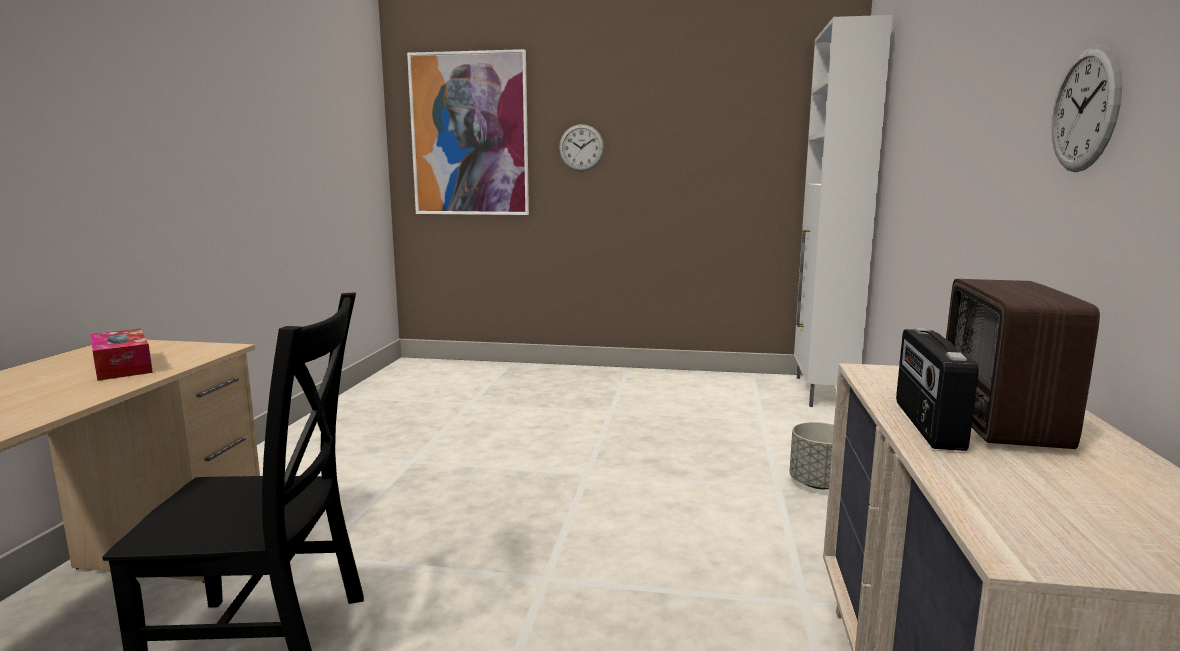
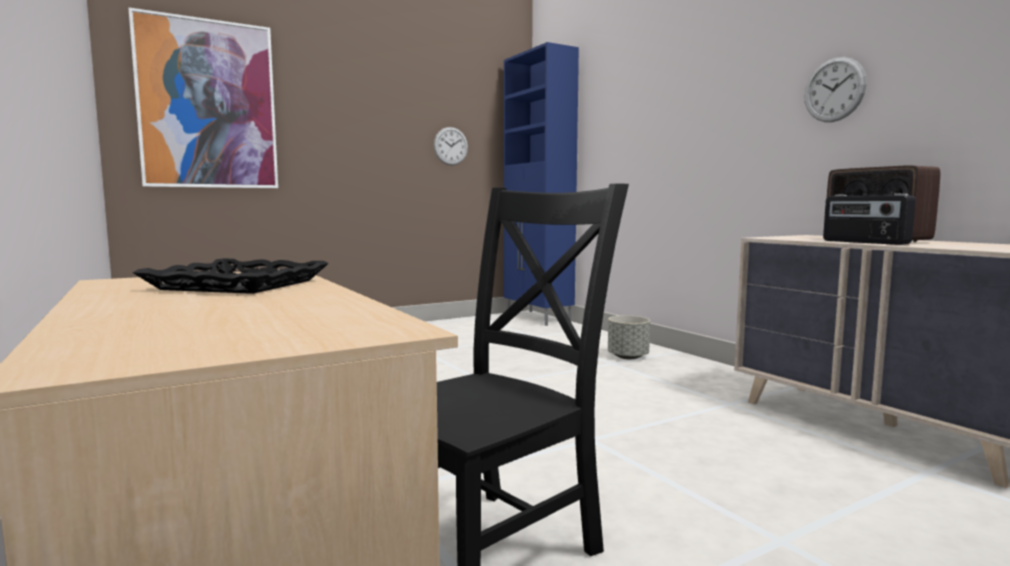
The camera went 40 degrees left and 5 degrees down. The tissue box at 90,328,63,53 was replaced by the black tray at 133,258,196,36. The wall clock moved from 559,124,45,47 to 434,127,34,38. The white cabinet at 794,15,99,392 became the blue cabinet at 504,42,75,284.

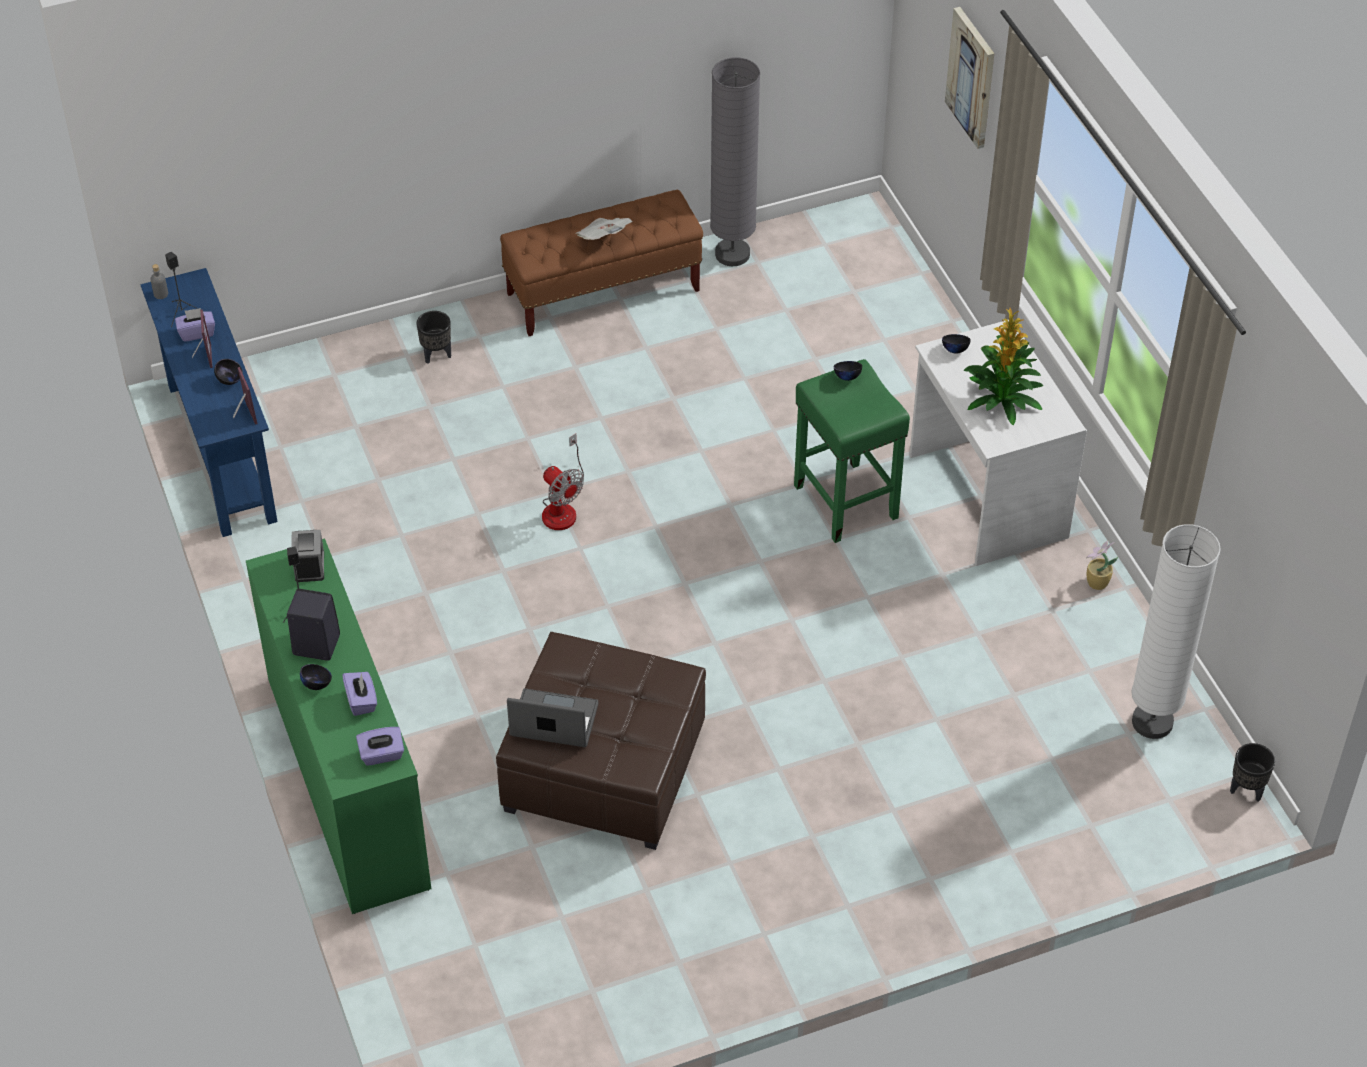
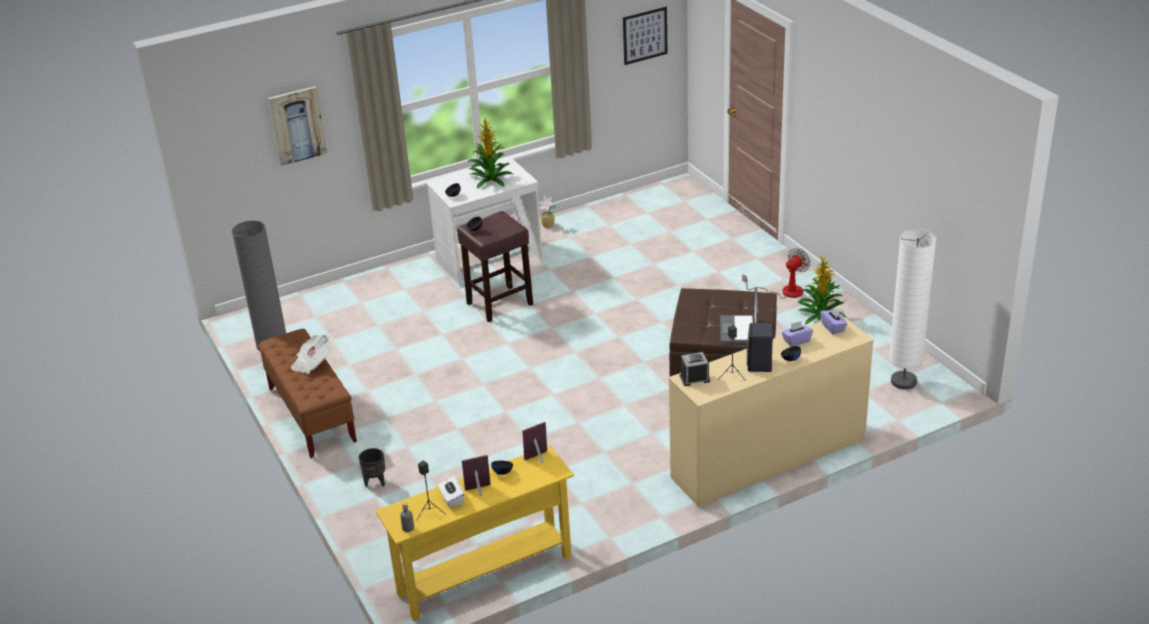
The camera went 95 degrees left and 15 degrees down. The blue console table at 141,268,137,269 became the yellow console table at 375,445,199,176. The purple tissue box at 175,308,40,34 became the white tissue box at 438,476,27,32. The green dresser at 246,539,185,375 became the beige dresser at 668,314,206,193. The fan moved from 542,434,42,96 to 742,248,68,51. The green stool at 794,359,116,184 became the brown stool at 457,211,76,111. The white floor lamp moved from 1131,524,90,215 to 889,229,47,161. The black planter at 1230,743,45,59 disappeared. The picture at 623,7,45,58 appeared. The potted plant at 797,255,49,70 appeared.

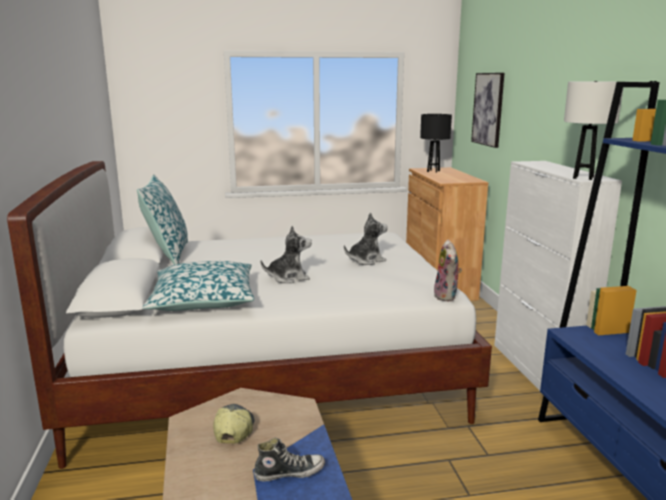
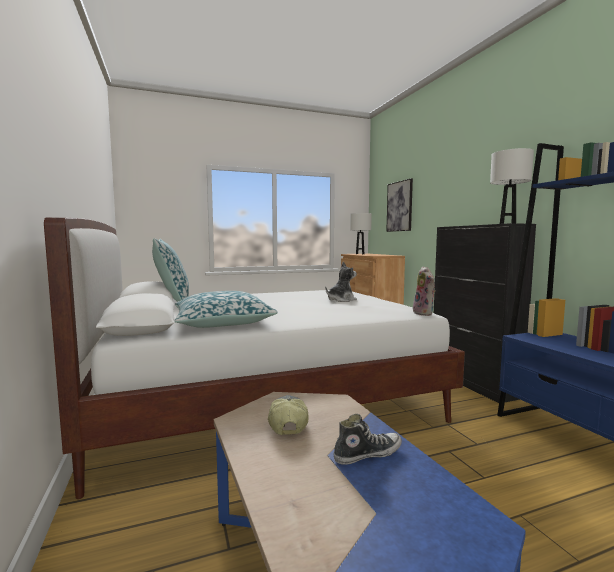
The camera went 10 degrees left and 10 degrees down. The plush toy at 261,226,51,57 disappeared. The black table lamp at 420,114,32,59 became the white table lamp at 350,213,22,41. The white cabinet at 494,161,128,230 became the black cabinet at 434,223,102,180.

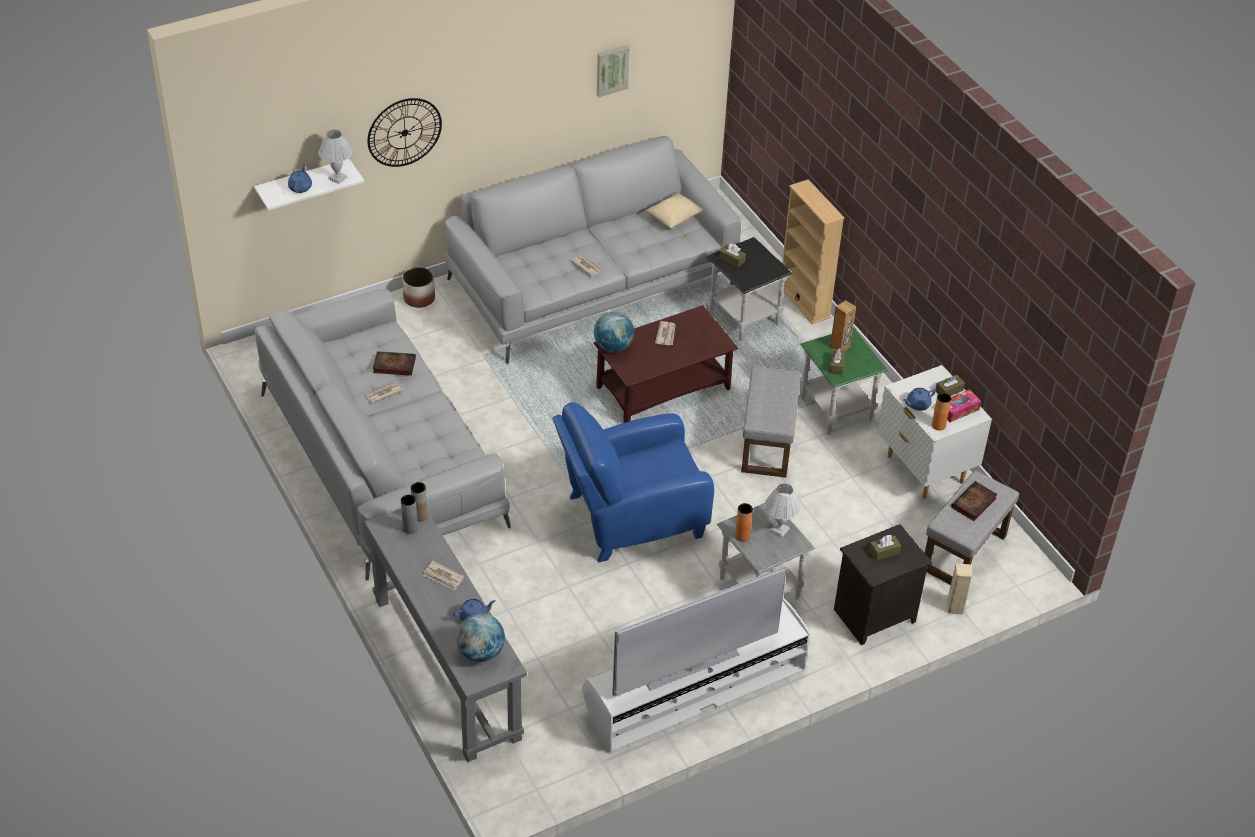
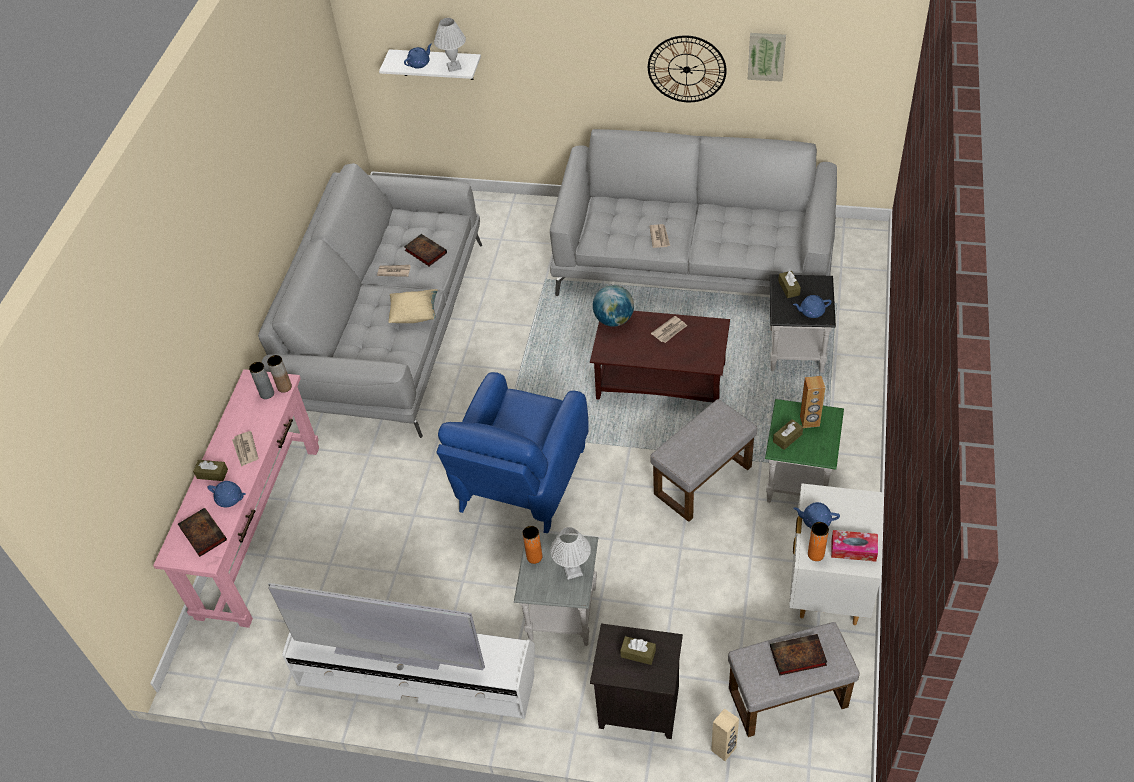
The camera went 45 degrees right and 5 degrees up. The grey console table at 364,509,163,253 became the pink console table at 153,369,166,259. The wall clock moved from 367,98,75,69 to 648,35,79,67. The planter at 403,267,32,41 disappeared. The globe at 456,613,49,49 was replaced by the book at 178,508,49,49. The blue armchair at 552,402,162,161 turned 90 degrees counterclockwise. The beige pillow moved from 645,192,58,36 to 388,289,50,34. The beige bookcase at 778,179,67,145 disappeared. The brown tissue box moved from 935,375,30,21 to 193,460,35,21. The blue teapot at 793,295,39,23 appeared.

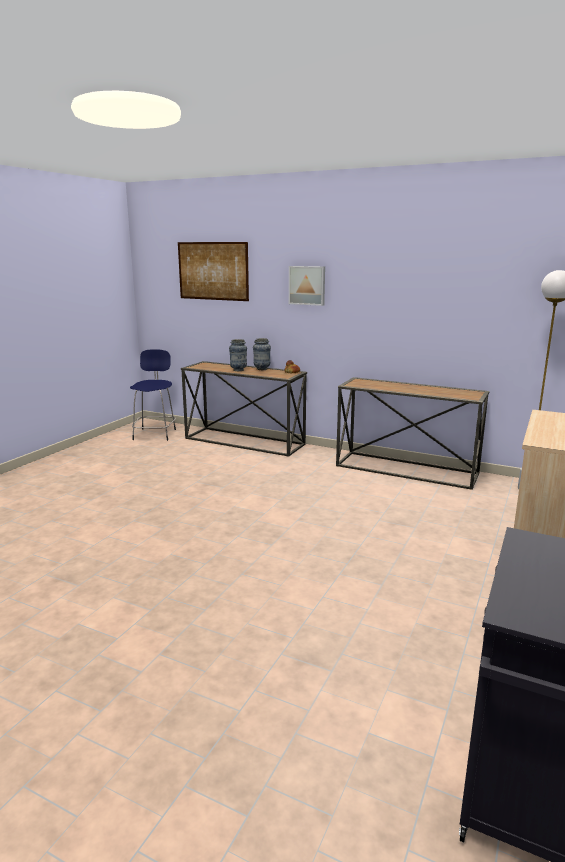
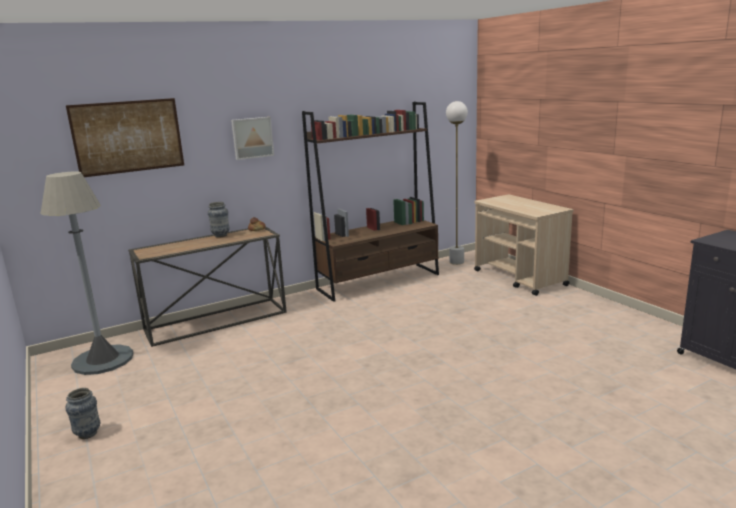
The camera went 55 degrees left and 0 degrees up. The blue stool at 130,349,46,92 was replaced by the grey floor lamp at 41,171,92,204. The vase moved from 229,339,18,32 to 65,388,35,51. The console table at 336,377,153,113 was replaced by the brown bookcase at 302,102,137,200.

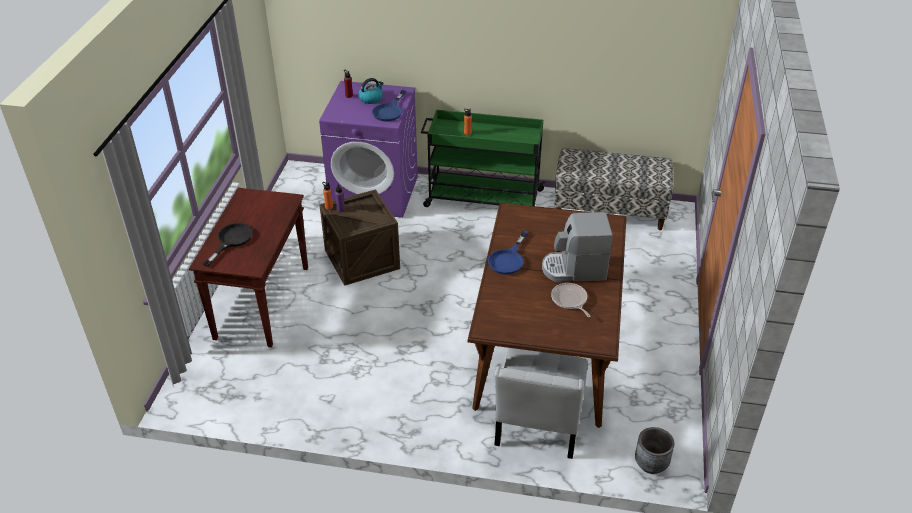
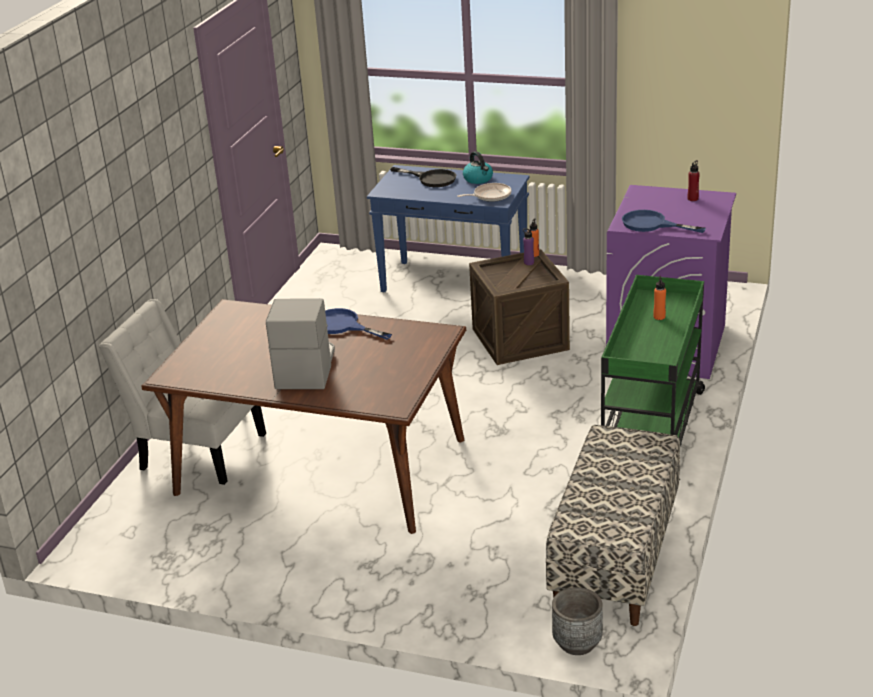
The camera went 100 degrees right and 10 degrees down. The brown console table at 189,188,119,160 became the blue console table at 367,165,163,128. The kettle moved from 358,78,26,26 to 463,151,30,33. The frying pan moved from 551,283,40,34 to 457,183,55,19. The grey planter moved from 635,427,39,47 to 552,587,51,68.

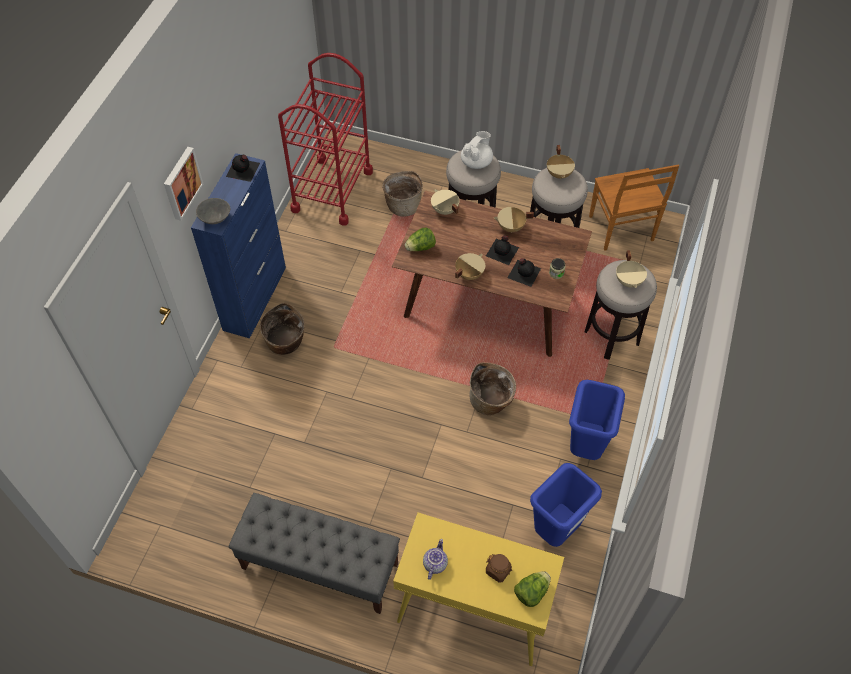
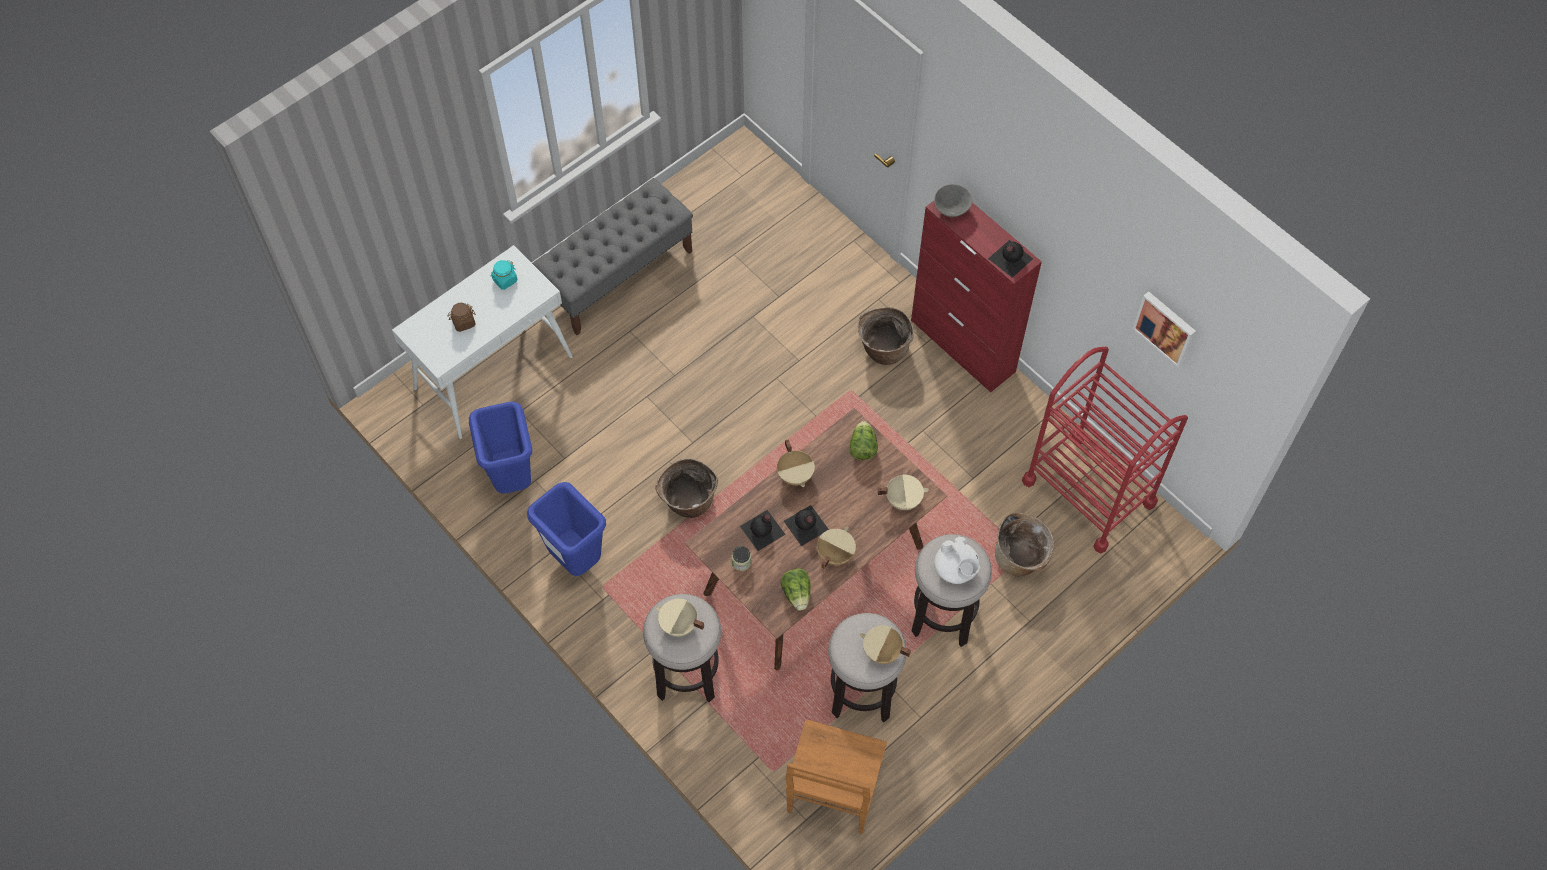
The camera went 120 degrees right and 5 degrees up. The picture moved from 164,147,39,74 to 1132,291,64,76. The blue cabinet at 191,153,95,185 became the red cabinet at 911,201,131,191. The yellow console table at 393,513,171,153 became the white console table at 392,245,181,194. The teapot at 423,539,25,41 was replaced by the turquoise jar at 491,260,26,30. The lettuce moved from 514,571,37,36 to 781,569,30,42. The brown chair at 589,165,90,86 turned 90 degrees counterclockwise.

